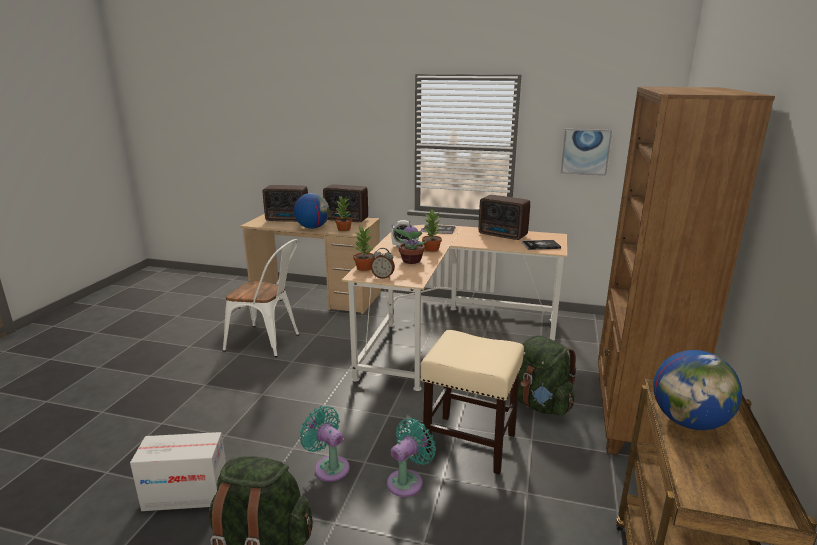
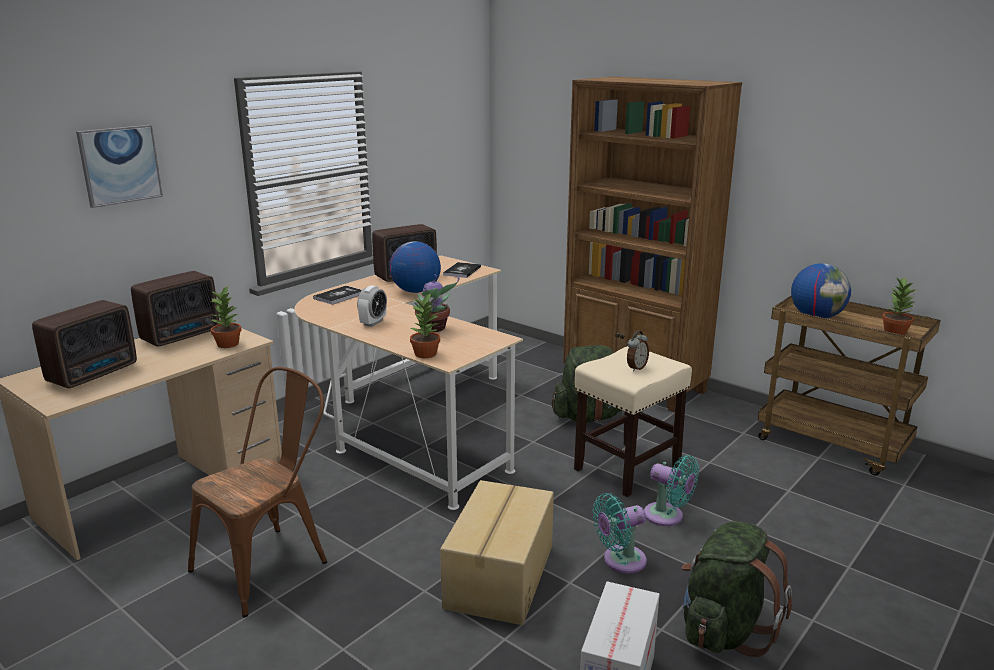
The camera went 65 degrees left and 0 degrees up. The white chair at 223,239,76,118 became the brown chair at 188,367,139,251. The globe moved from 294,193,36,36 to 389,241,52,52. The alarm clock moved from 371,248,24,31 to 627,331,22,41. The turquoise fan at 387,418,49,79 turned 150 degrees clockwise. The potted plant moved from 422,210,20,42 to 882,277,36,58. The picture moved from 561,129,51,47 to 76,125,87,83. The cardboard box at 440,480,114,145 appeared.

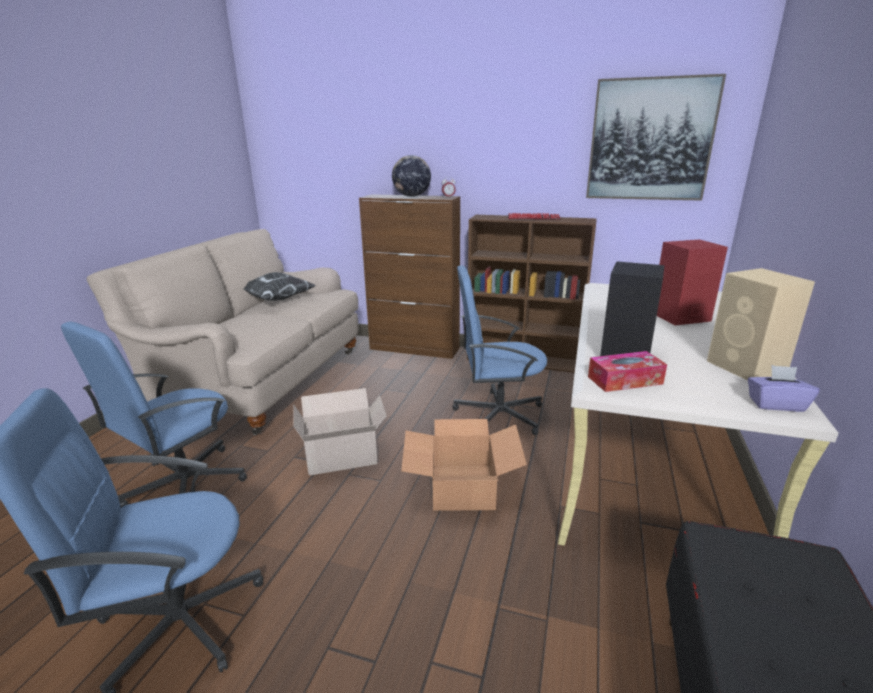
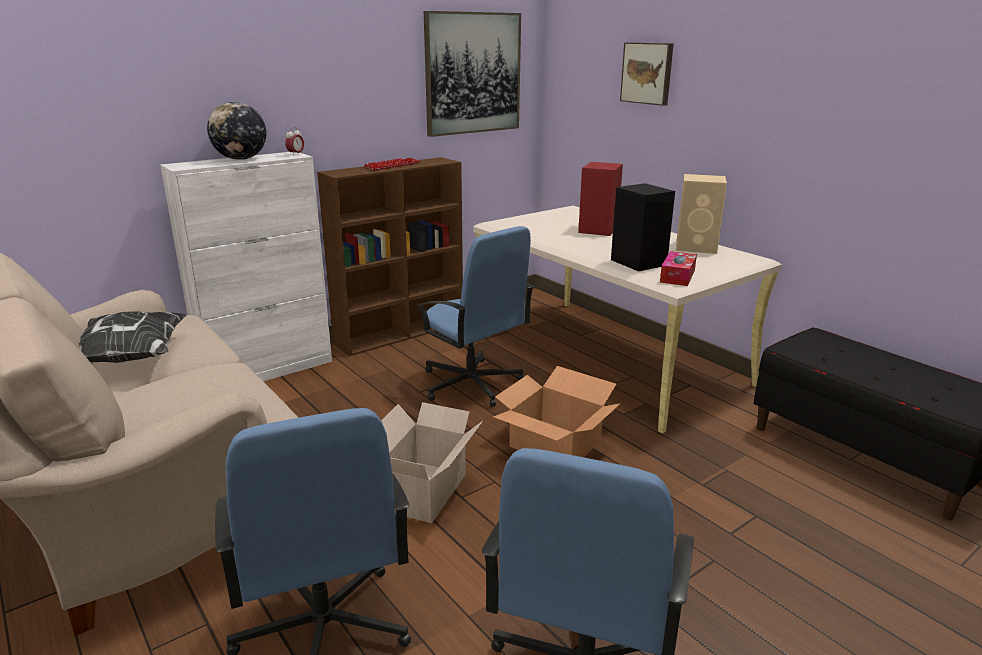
The camera went 55 degrees left and 0 degrees up. The brown cabinet at 359,194,101,165 became the white cabinet at 160,152,172,229. The blue office chair at 452,265,95,170 turned 75 degrees counterclockwise. The purple tissue box at 748,365,72,47 disappeared. The picture at 620,42,54,64 appeared.

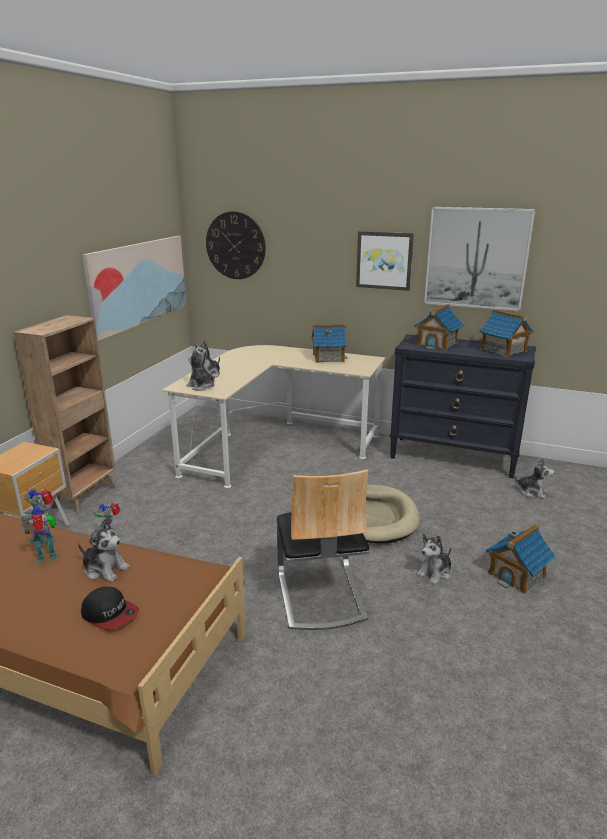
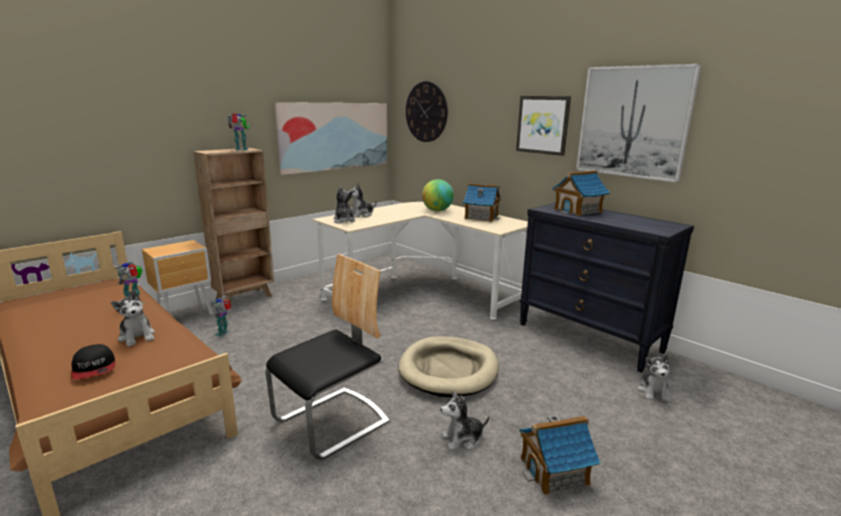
The camera went 25 degrees right and 5 degrees down. The toy robot moved from 21,507,37,57 to 227,113,23,37. The chair at 277,469,92,161 turned 150 degrees counterclockwise. The toy house at 479,309,55,49 disappeared. The plush toy at 513,458,42,41 turned 45 degrees clockwise. The globe at 422,179,32,32 appeared.

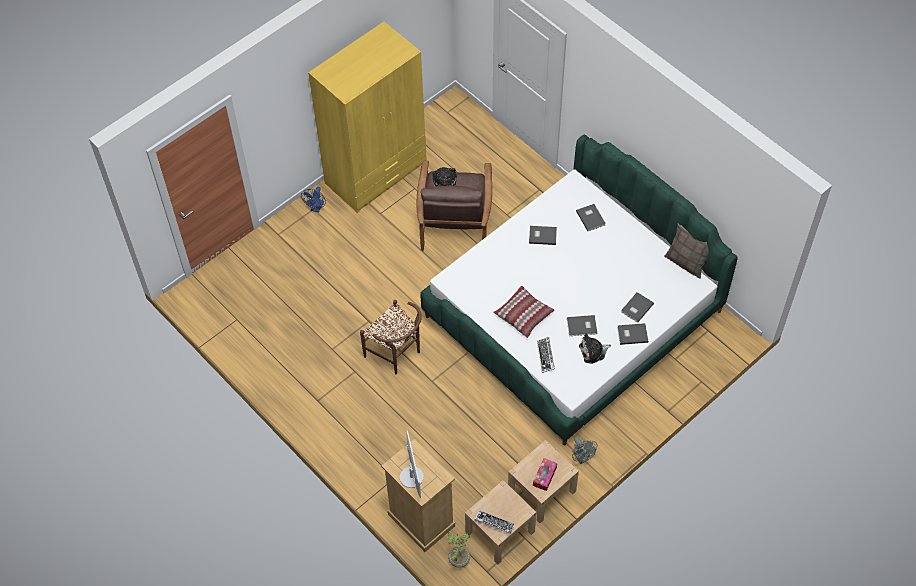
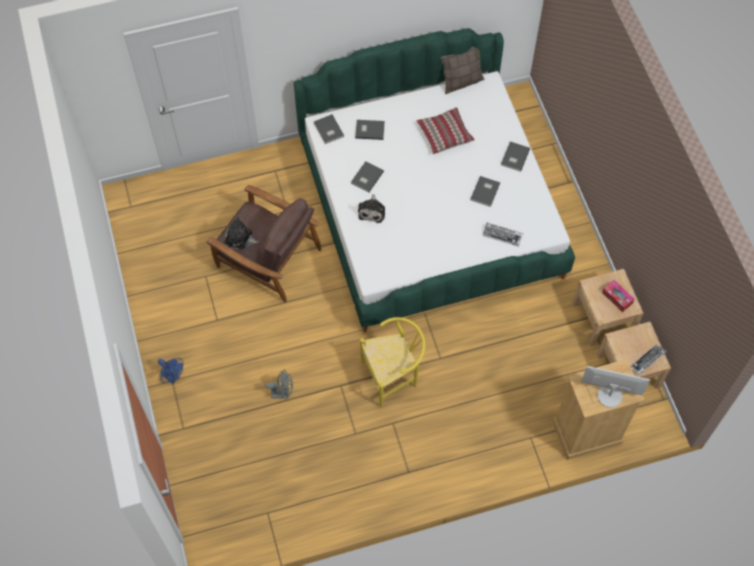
The camera went 65 degrees left and 5 degrees up. The yellow wardrobe at 308,22,119,191 disappeared. The brown chair at 360,300,62,74 became the yellow chair at 360,317,65,91. The potted plant at 448,531,22,37 disappeared. The pillow moved from 493,286,61,52 to 417,107,58,47. The grey fan moved from 572,437,25,27 to 265,370,28,30. The plush toy moved from 579,333,32,31 to 358,194,27,29. The grey book moved from 621,292,33,31 to 314,114,30,30.

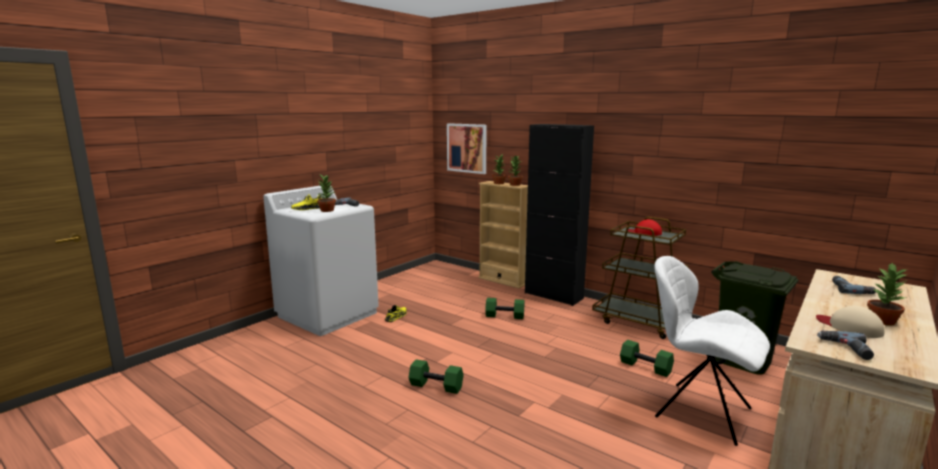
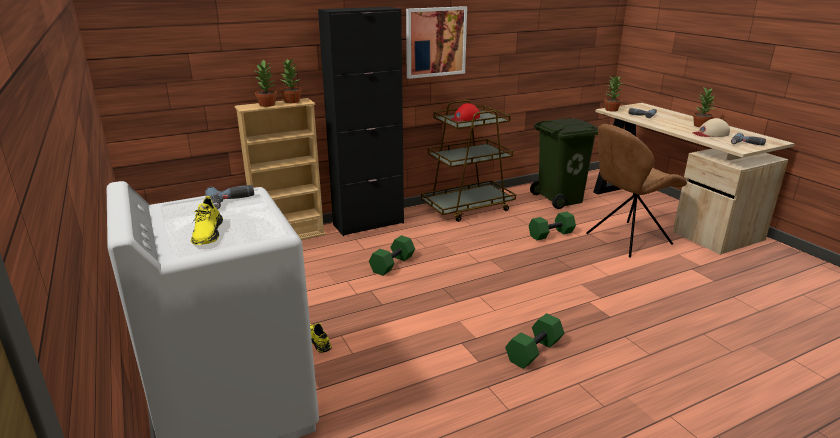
The camera went 65 degrees left and 10 degrees up. The potted plant moved from 317,174,19,38 to 604,76,19,36. The picture moved from 447,123,40,51 to 406,6,61,73. The white chair at 654,256,116,190 became the brown chair at 586,124,101,134.

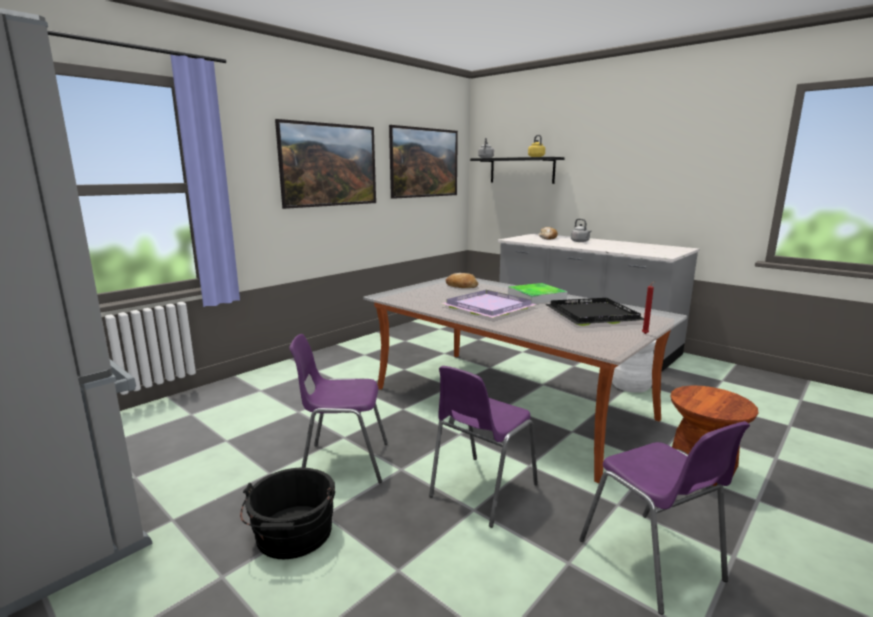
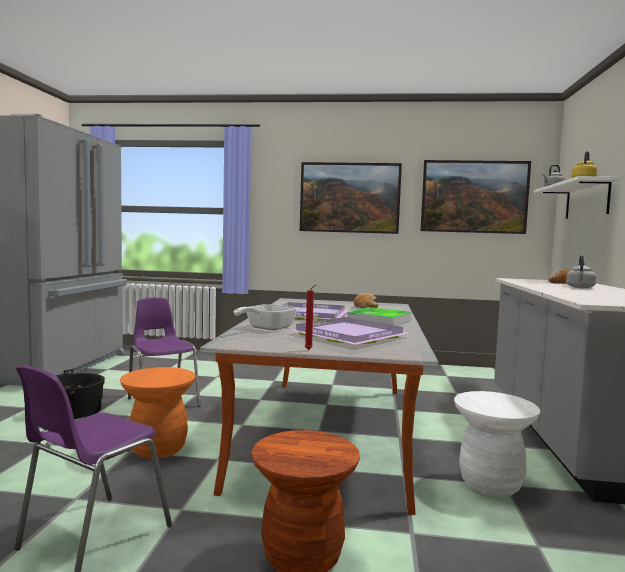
The camera went 55 degrees right and 10 degrees down. The purple chair at 429,366,109,162 was replaced by the orange stool at 120,367,76,92. The black shelf at 470,157,95,27 became the white shelf at 533,176,85,43. The black tray at 545,298,99,28 became the purple tray at 290,317,119,28. The frying pan at 234,304,64,26 appeared.

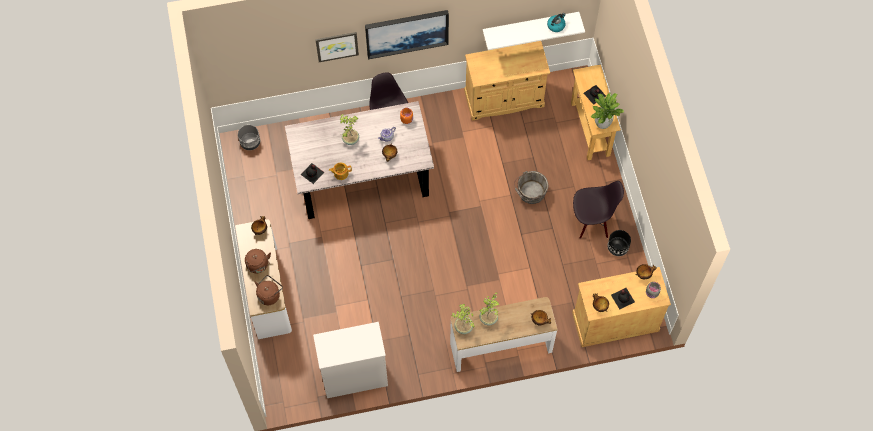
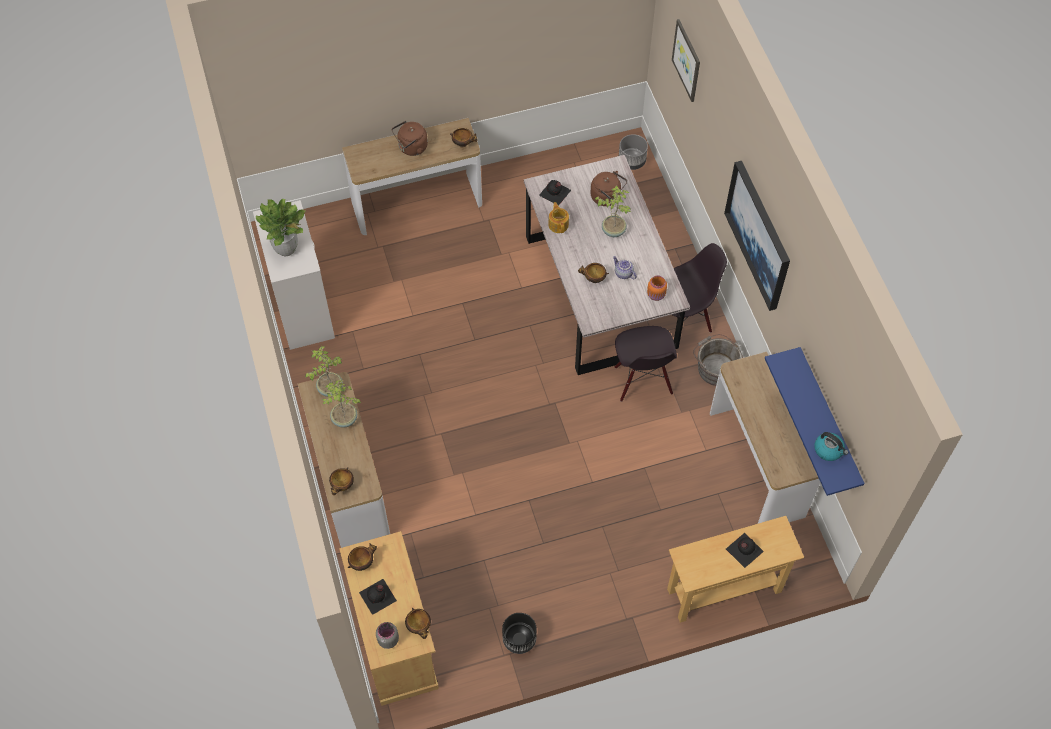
The camera went 85 degrees right and 5 degrees down. The brown kettle moved from 255,275,28,30 to 590,171,37,35. The picture moved from 315,32,44,30 to 672,19,28,83. The beige cabinet at 464,41,86,80 was replaced by the console table at 710,352,110,172. The white shelf at 483,12,102,38 became the blue shelf at 765,347,100,149. The grey bucket moved from 514,171,34,33 to 693,334,50,52. The black chair moved from 573,181,51,58 to 615,326,62,76. The potted plant moved from 590,93,34,36 to 256,199,49,57.

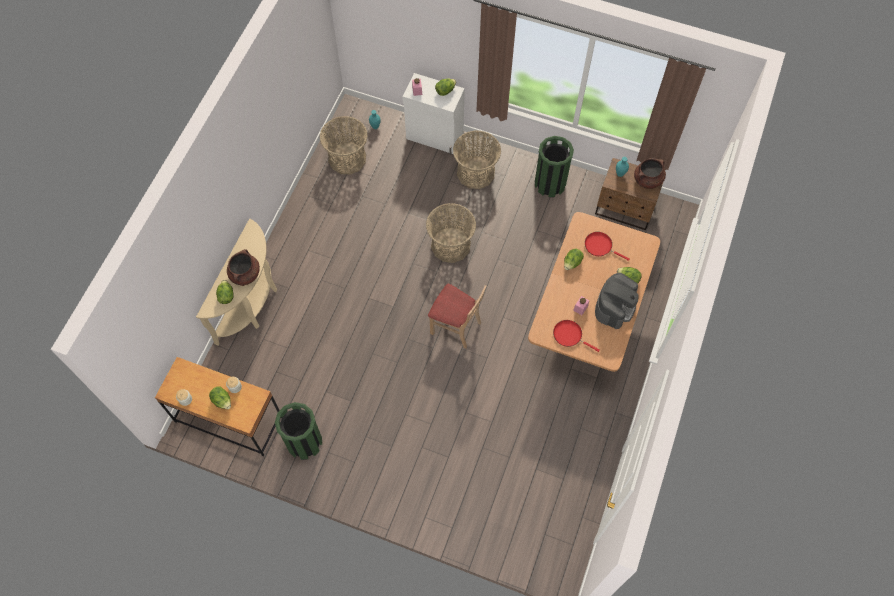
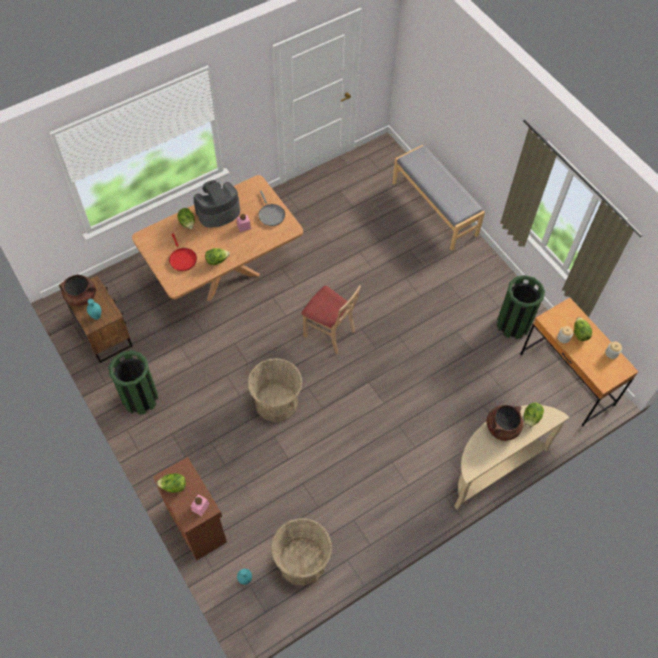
The camera went 145 degrees left and 5 degrees down. The white cabinet at 402,73,63,82 became the brown cabinet at 153,457,74,103. The beige chair at 428,284,58,65 turned 150 degrees clockwise. The basket at 453,131,48,58 disappeared. The red frying pan at 553,320,47,32 became the grey frying pan at 258,190,27,36. The grey bench at 392,145,93,106 appeared.

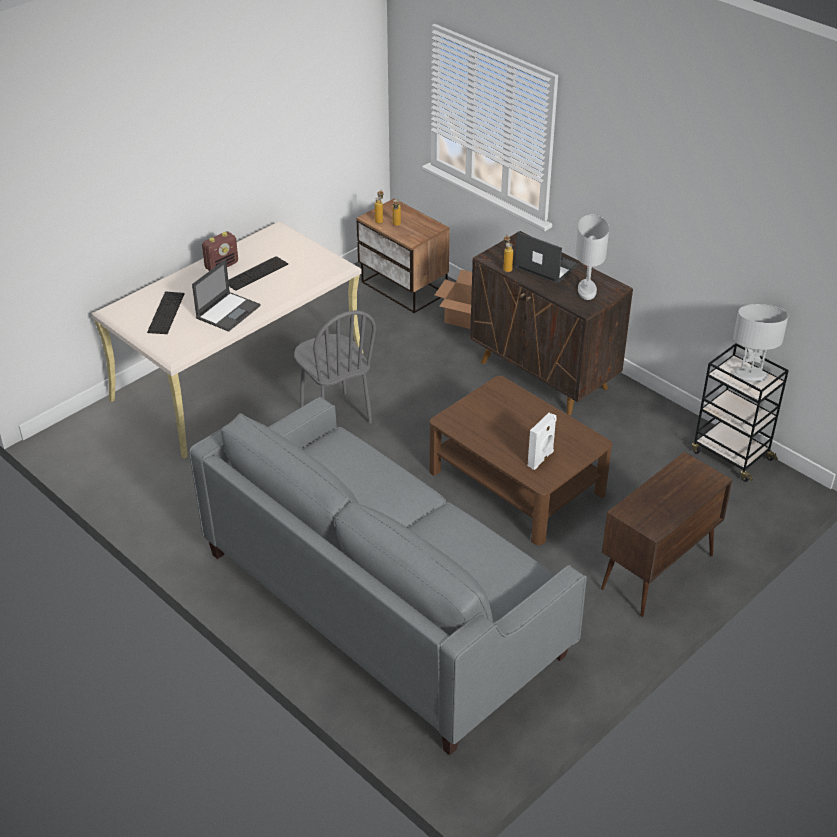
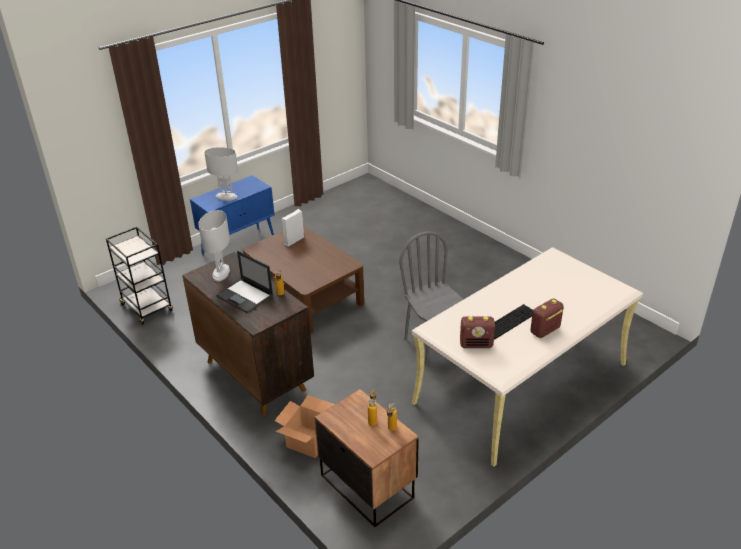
The camera went 175 degrees left and 5 degrees down. The keyboard at 147,291,38,43 disappeared. The grey sofa at 189,397,398,358 disappeared. The laptop at 192,259,68,73 disappeared. The brown cabinet at 601,452,132,165 became the blue cabinet at 190,175,85,79. The white table lamp moved from 733,304,55,79 to 205,147,33,54. The radio at 460,316,35,32 appeared.

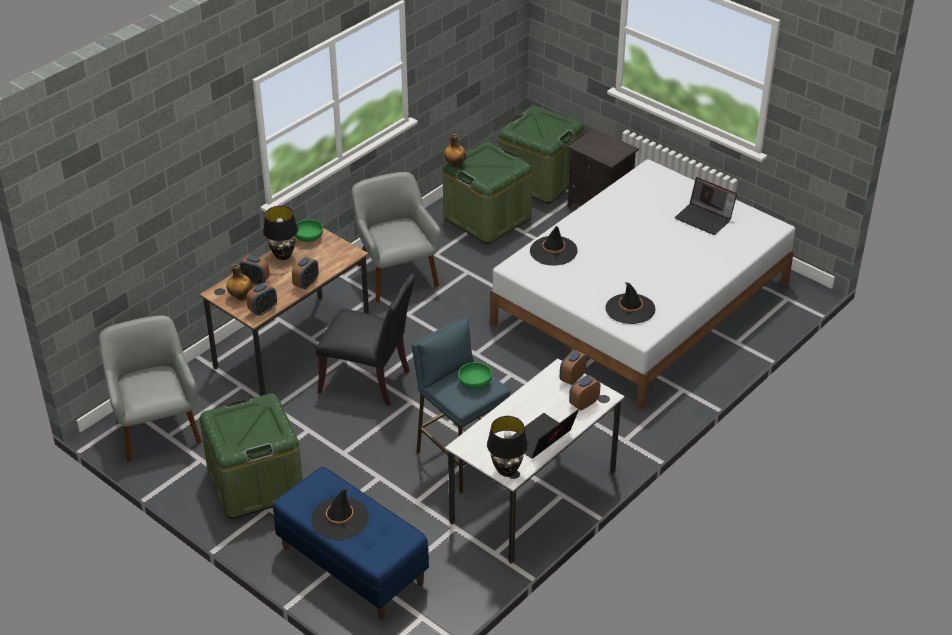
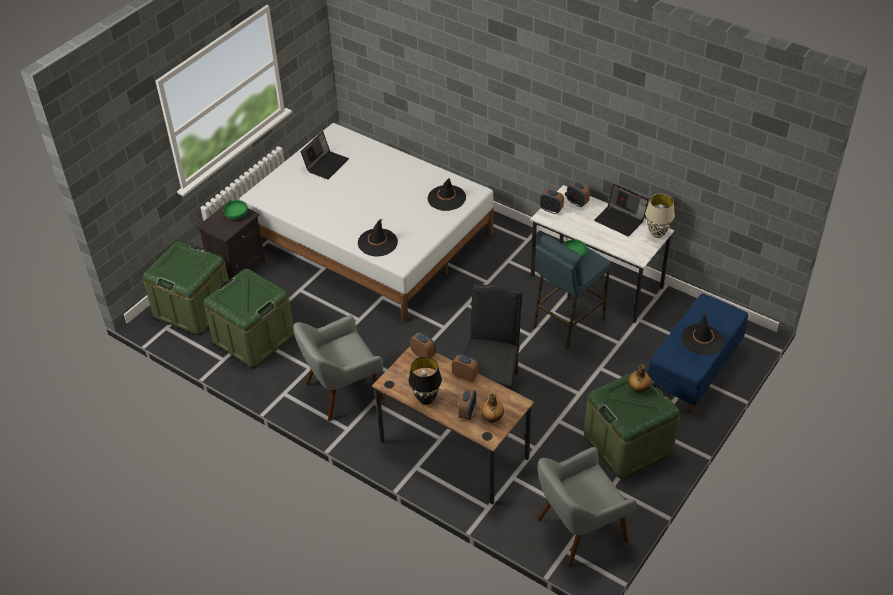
The camera went 95 degrees left and 5 degrees up. The alarm clock moved from 246,283,31,33 to 410,332,26,26. The green bowl moved from 295,220,28,22 to 223,200,25,19. The bottle moved from 444,134,22,34 to 628,365,23,29. The black table lamp at 487,416,41,61 became the beige table lamp at 645,194,30,44.

